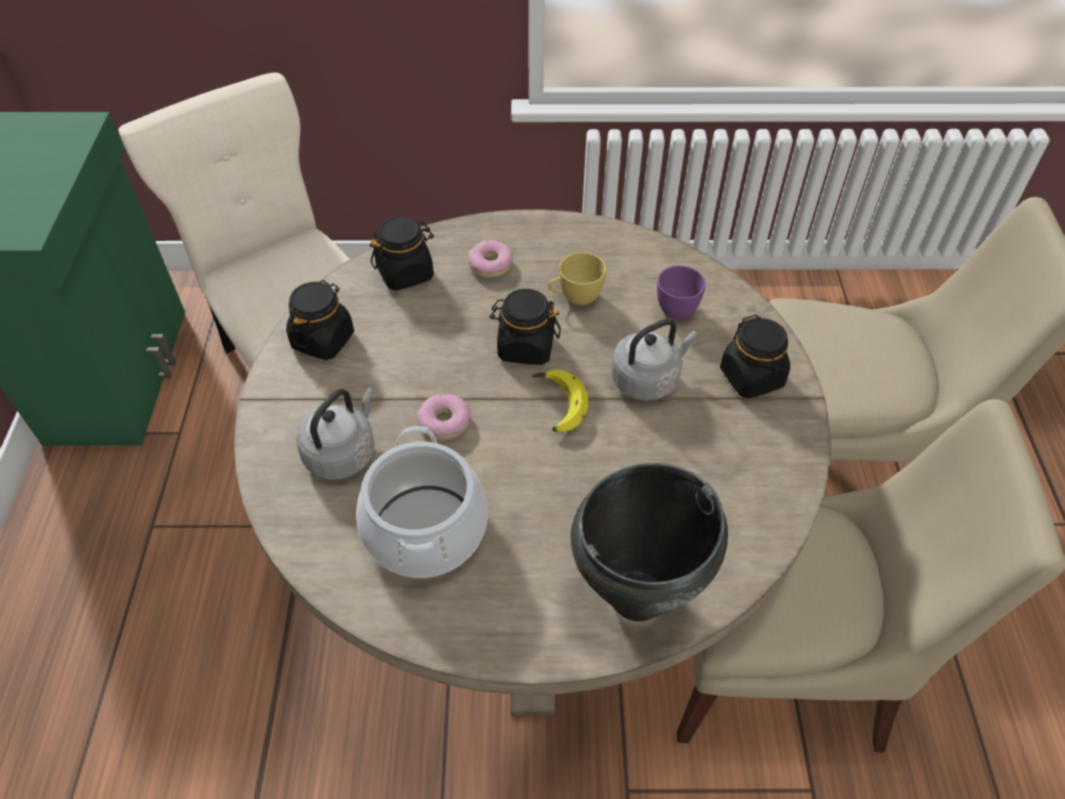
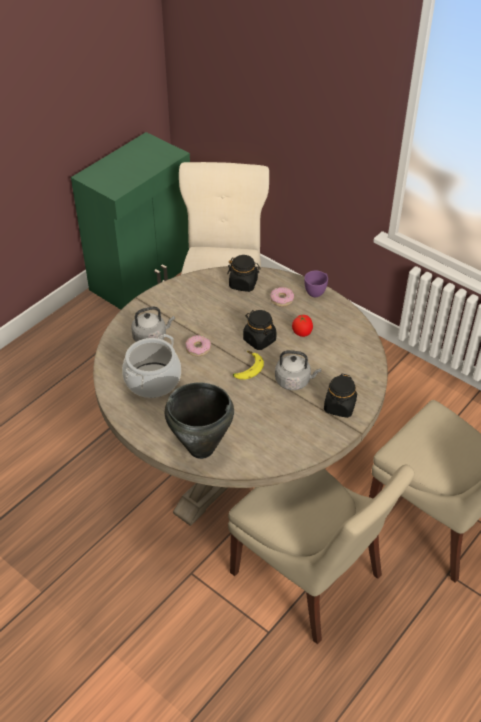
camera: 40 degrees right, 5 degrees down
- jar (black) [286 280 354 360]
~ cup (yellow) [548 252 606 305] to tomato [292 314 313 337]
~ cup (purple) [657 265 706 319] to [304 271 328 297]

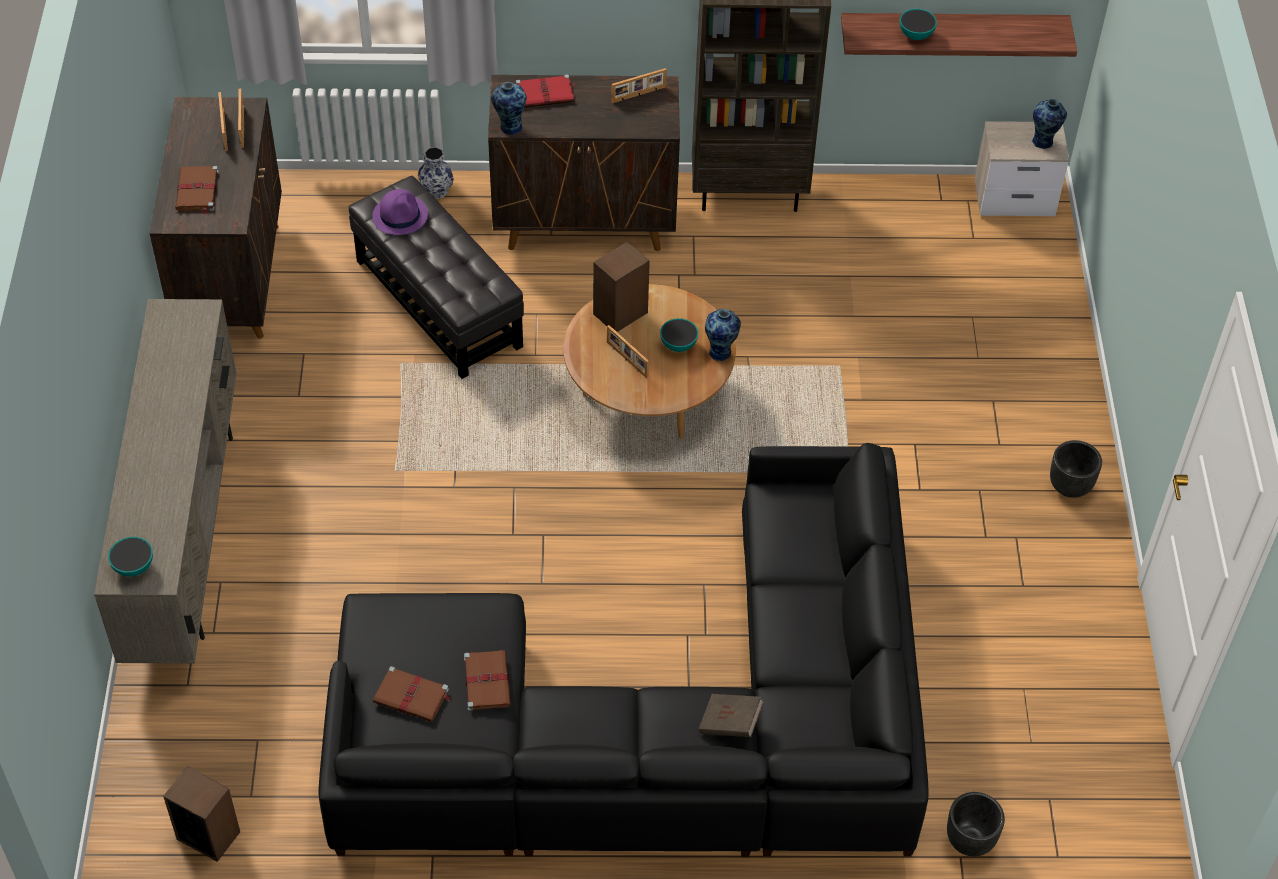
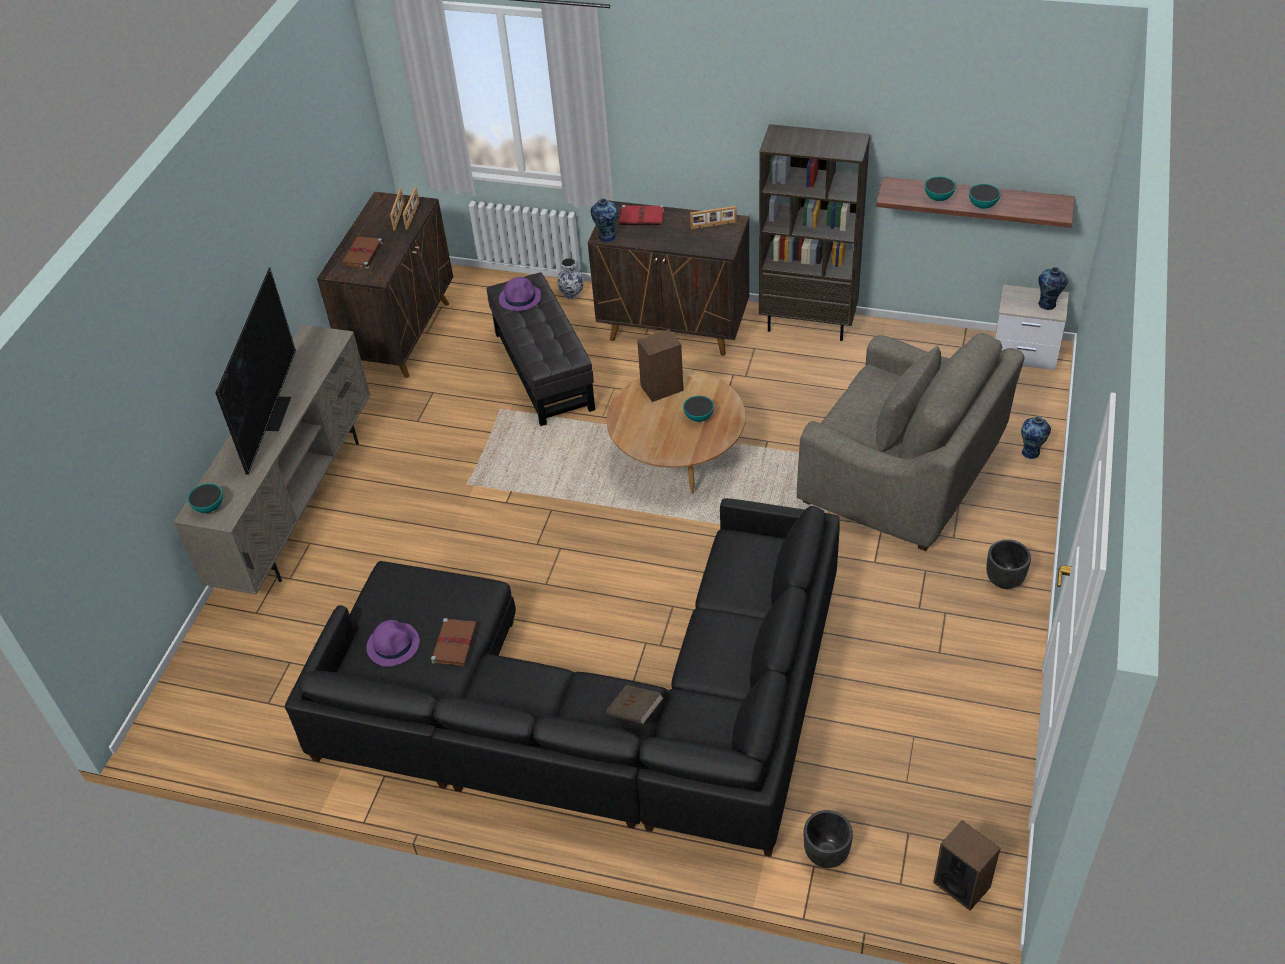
camera: 20 degrees right, 5 degrees down
~ speaker [163 766 240 862] to [933 820 1001 911]
~ book (brown) [373 666 451 722] to hat (purple) [366 620 420 667]
- picture frame [607 325 649 378]
~ vase [705 309 741 362] to [1021 416 1051 459]
+ television [215 268 296 475]
+ armchair (grey) [797 333 1024 551]
+ bowl [969 184 1000 209]

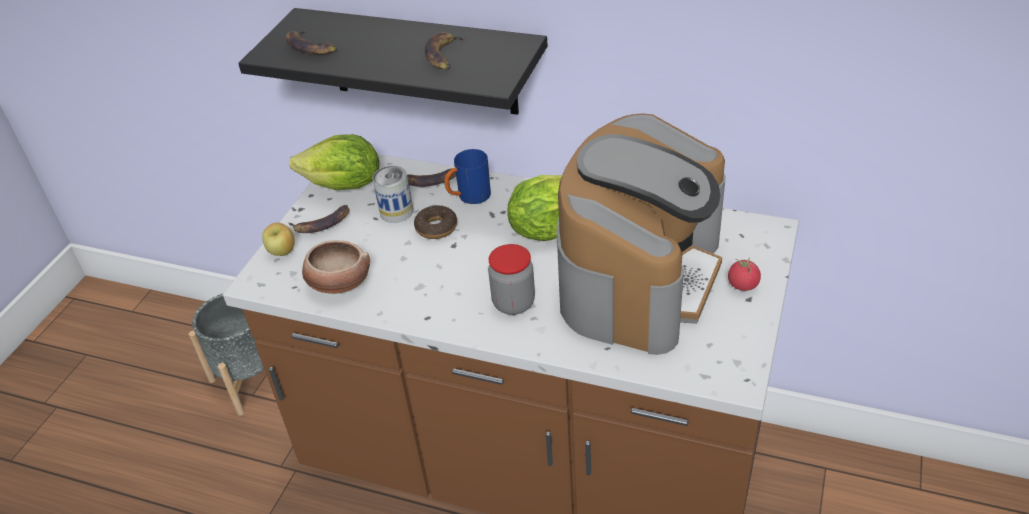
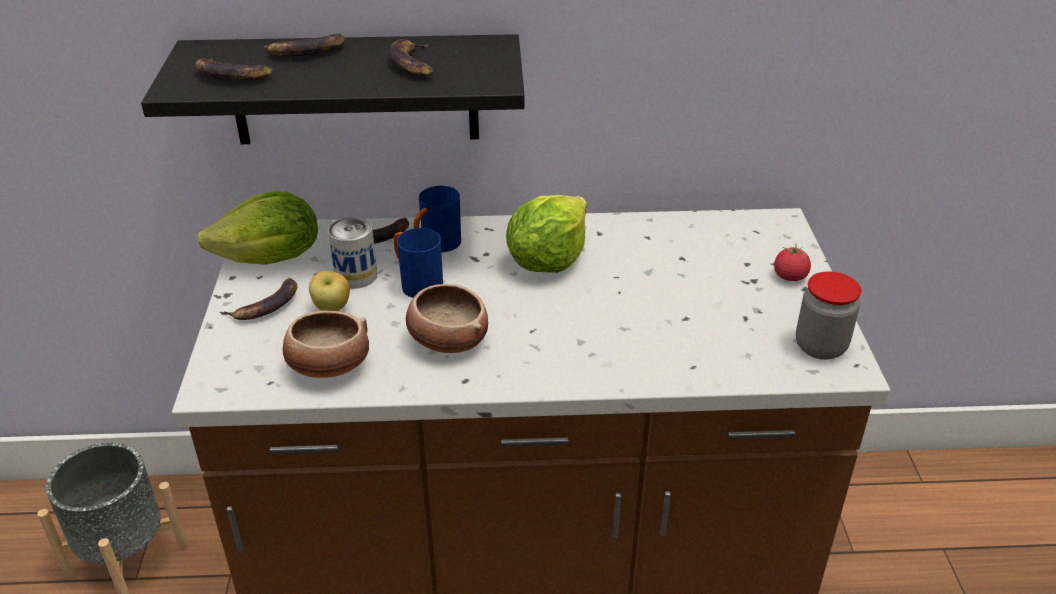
camera: 25 degrees left, 5 degrees down
~ apple [262 223 294 256] to [309 271 350 311]
~ donut [414 205 457 239] to mug (blue) [394 228 443 298]
~ jar [488 244 535 315] to [796 271 861 360]
- coffee machine [557 113 726 355]
+ banana [264 33 345 57]
+ bowl [406 284 488 353]

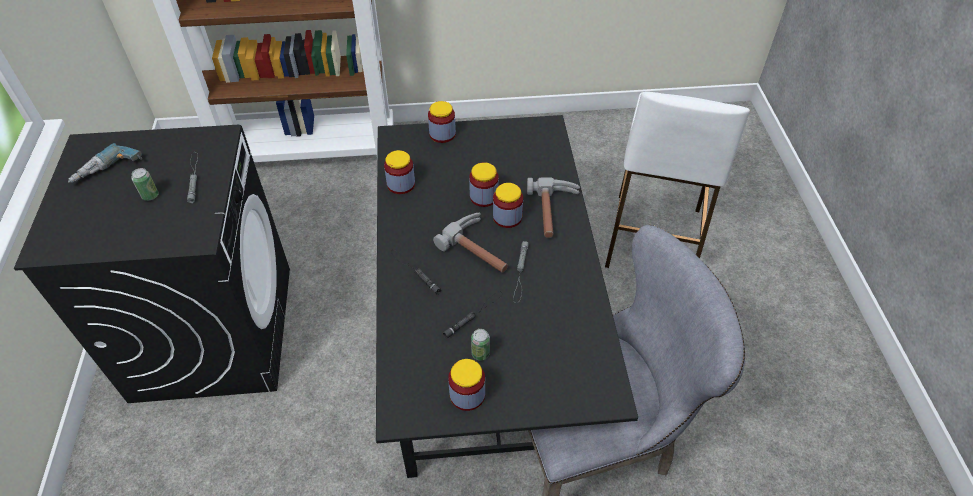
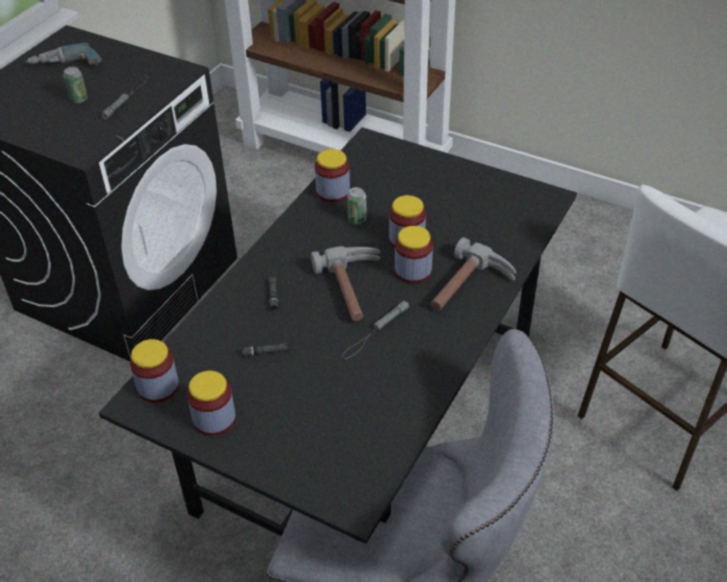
camera: 35 degrees right, 5 degrees down
~ jar [428 101 456 143] to [130 339 179 403]
~ can [471 329 490 361] to [347 187 367 224]

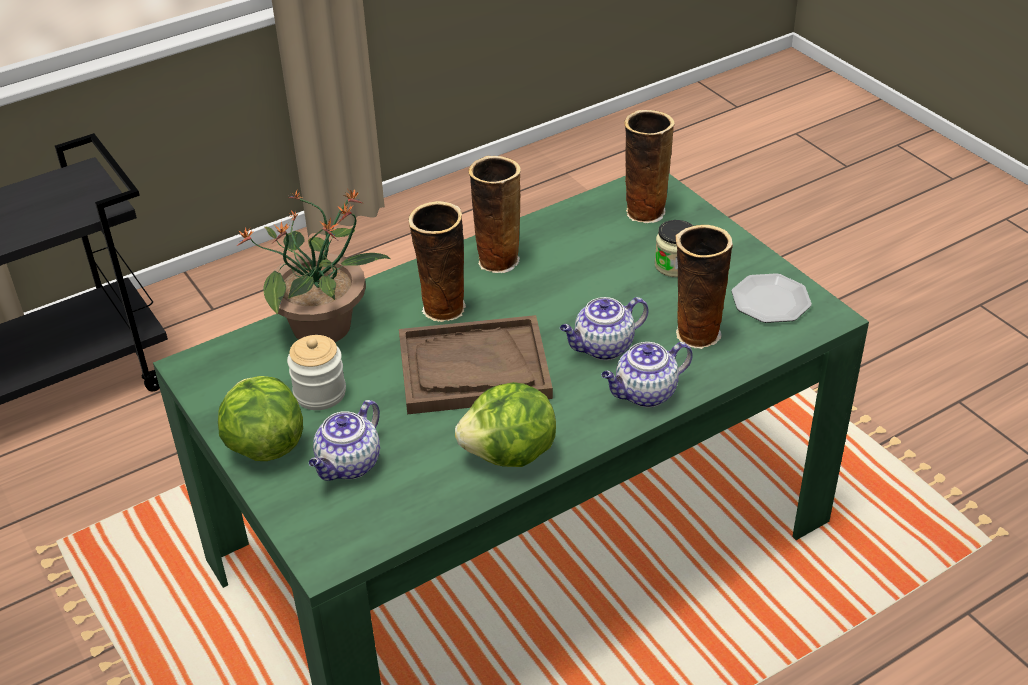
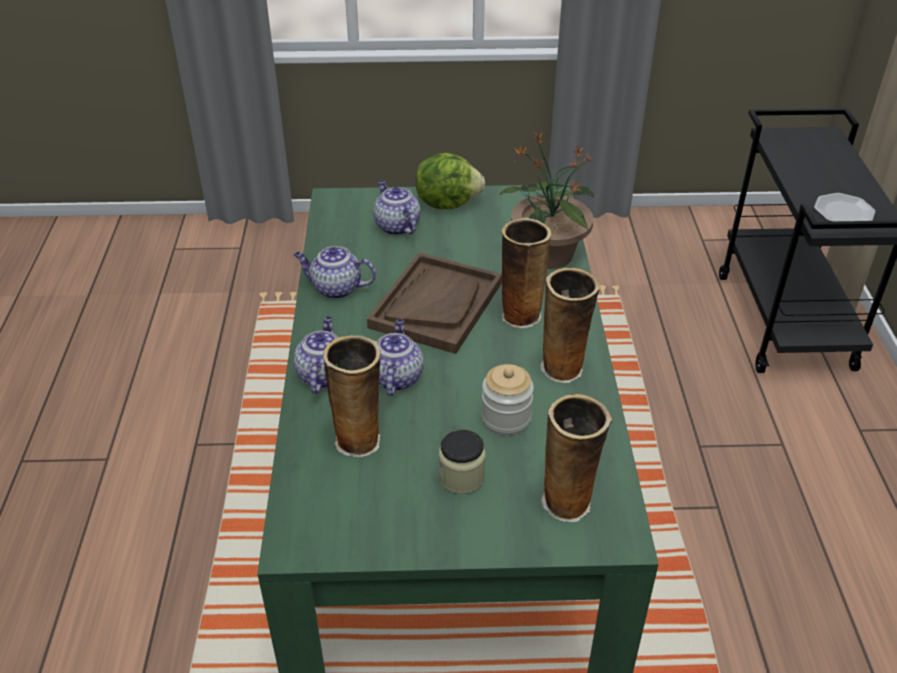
camera: 120 degrees right, 0 degrees up
~ jar [287 335 346 410] to [481 364 534 436]
~ lettuce [455 382 556 467] to teapot [294 246 376 299]
~ plate [732 273 812 323] to [814 193 876 222]

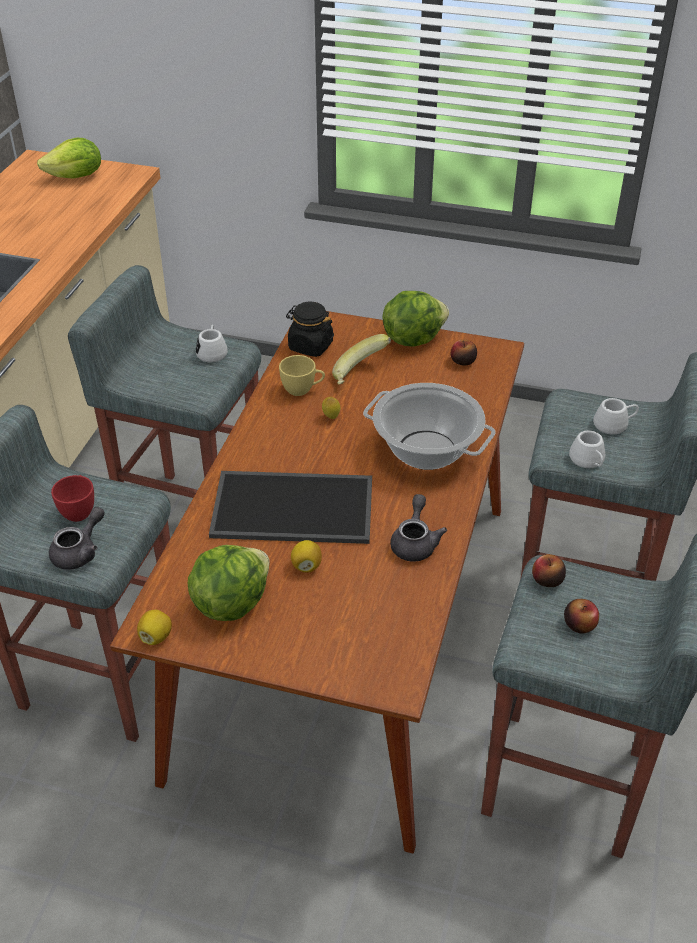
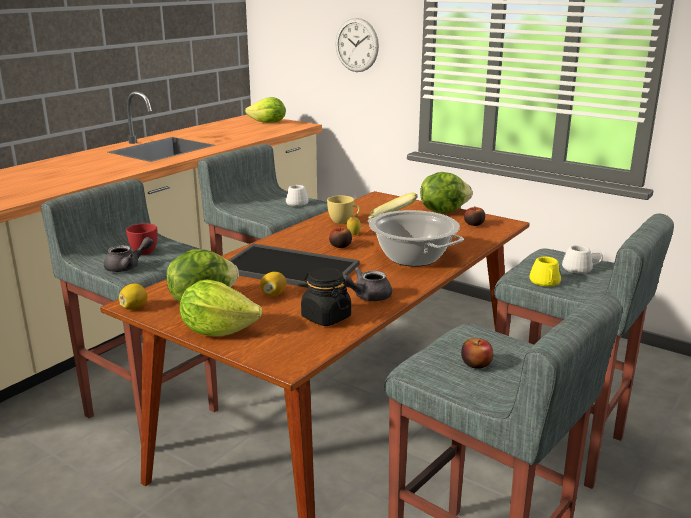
camera: 20 degrees right, 20 degrees down
~ jar (black) [286 302 334 357] to [301 268 351 326]
~ teapot (grey) [390 494 447 562] = [343 267 392 301] 150 degrees counterclockwise
~ apple [532 554 566 587] to [329 227 352 248]
~ mug (white) [569 430 605 468] to mug (yellow) [529 257 561 286]
+ lettuce [180 280 262 336]
+ wall clock [336 18 379 72]

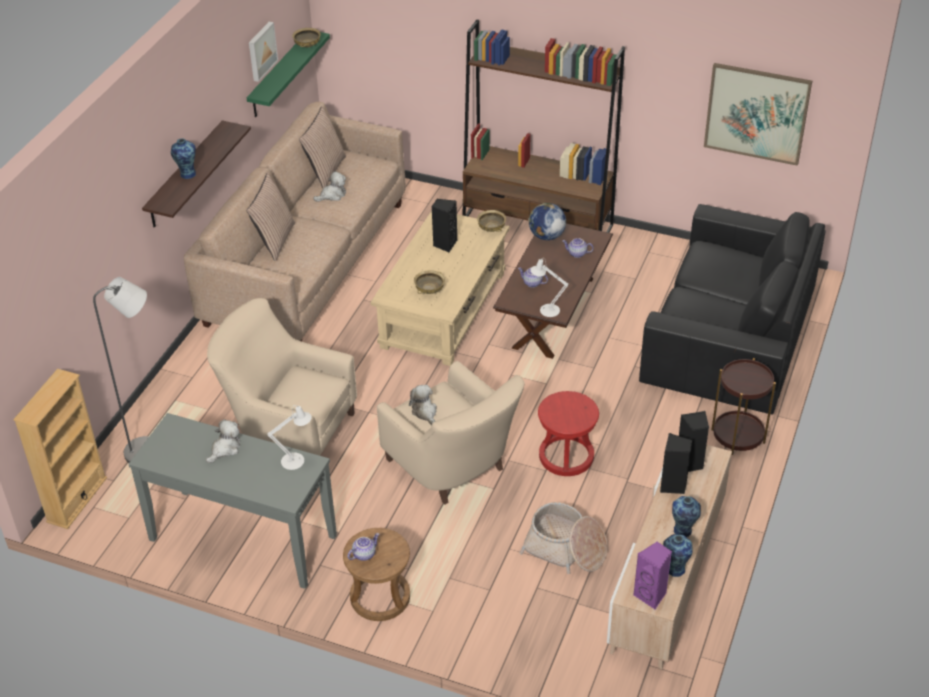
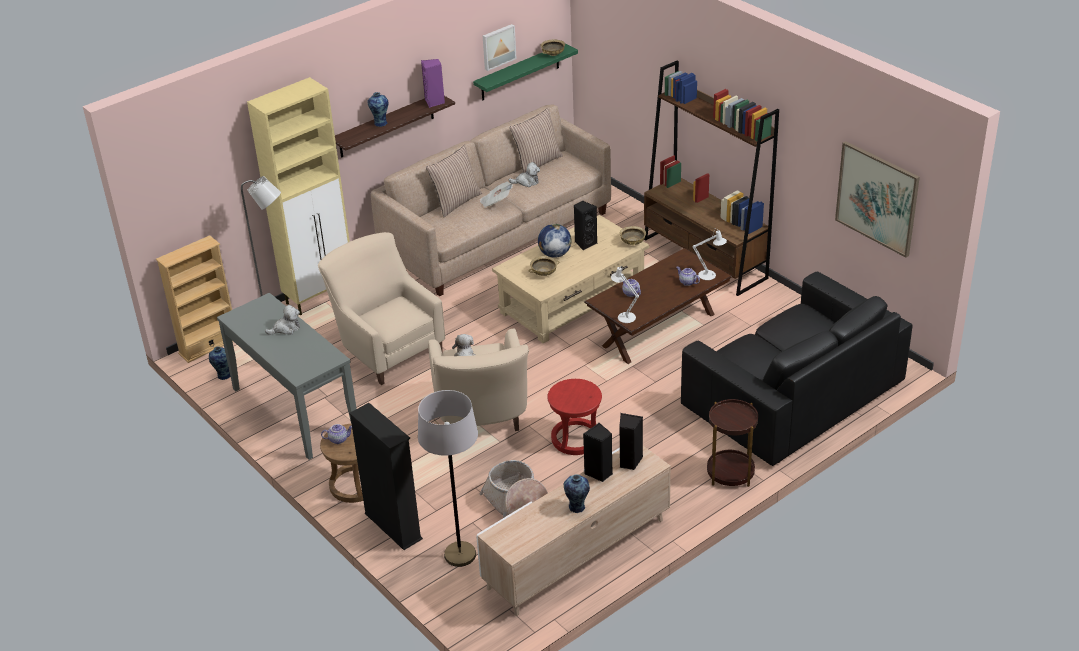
camera: 30 degrees right, 5 degrees down
~ table lamp (white) [267 405 312 470] to [693 228 727 280]
~ globe [528 203 566 240] to [538 224 572 258]
~ speaker (purple) [633 542 672 610] to [421 59 445 108]
~ vase [663 534 692 577] to [209 346 230 380]
+ cabinet (beige) [247 77 350 315]
+ bookcase (black) [349 403 423 550]
+ floor lamp (grey) [418 390 478 567]
+ newspaper [480 181 513 208]

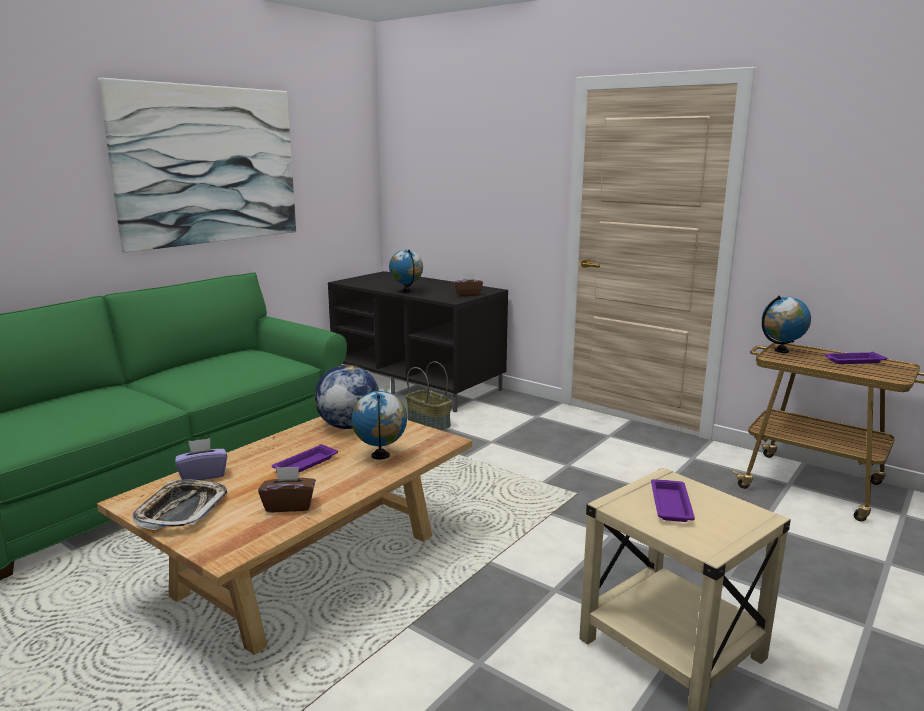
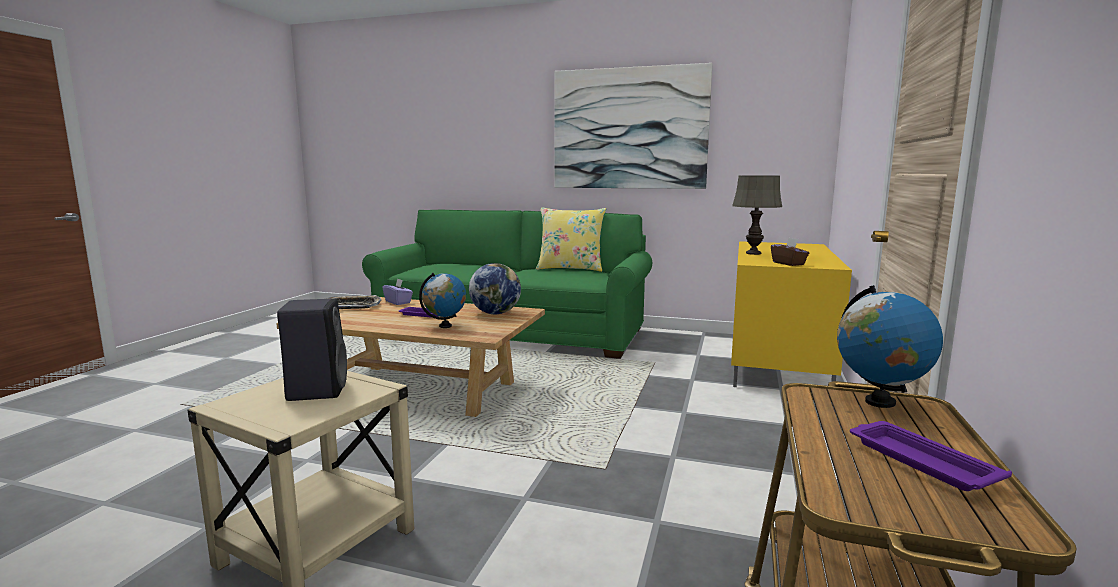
camera: 70 degrees right, 5 degrees down
- tissue box (brown) [258 466 316 513]
~ tv stand (black) [328 271 508 412] to tv stand (yellow) [731 241 852 387]
~ globe [389 250 423 293] to table lamp (grey) [732 175 782 255]
- basket [406 361 452 431]
~ tray (purple) [651 479 695 522] to speaker (black) [277 299 347 401]
+ pillow (yellow) [536 207 606 272]

